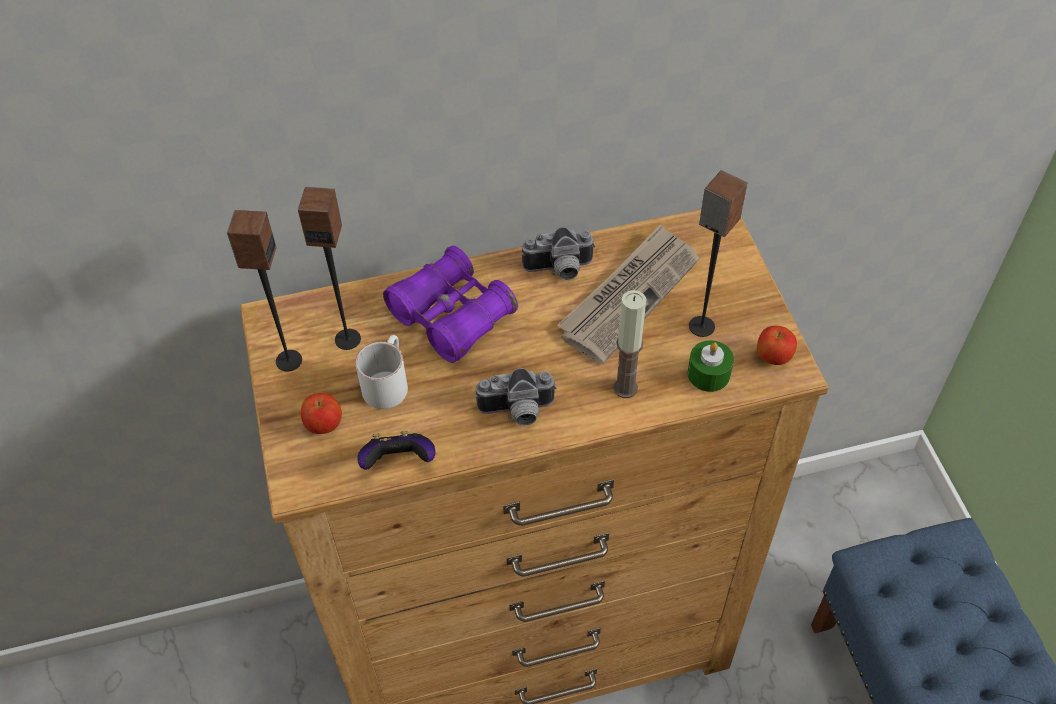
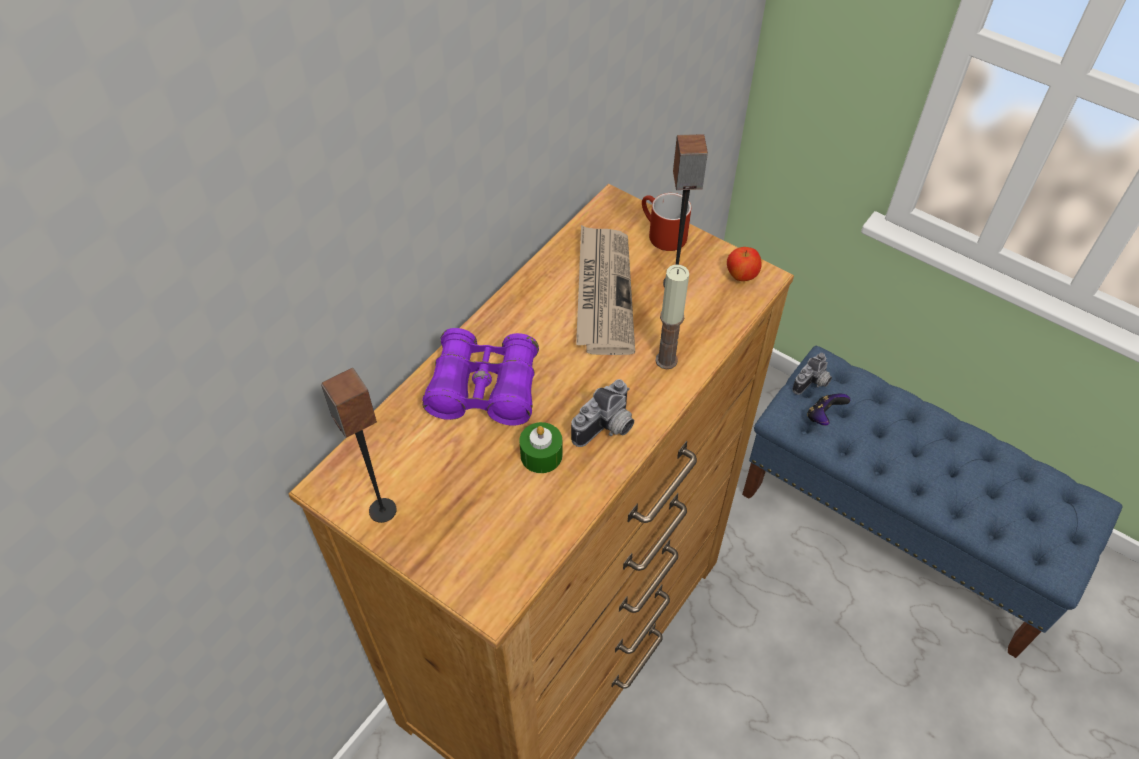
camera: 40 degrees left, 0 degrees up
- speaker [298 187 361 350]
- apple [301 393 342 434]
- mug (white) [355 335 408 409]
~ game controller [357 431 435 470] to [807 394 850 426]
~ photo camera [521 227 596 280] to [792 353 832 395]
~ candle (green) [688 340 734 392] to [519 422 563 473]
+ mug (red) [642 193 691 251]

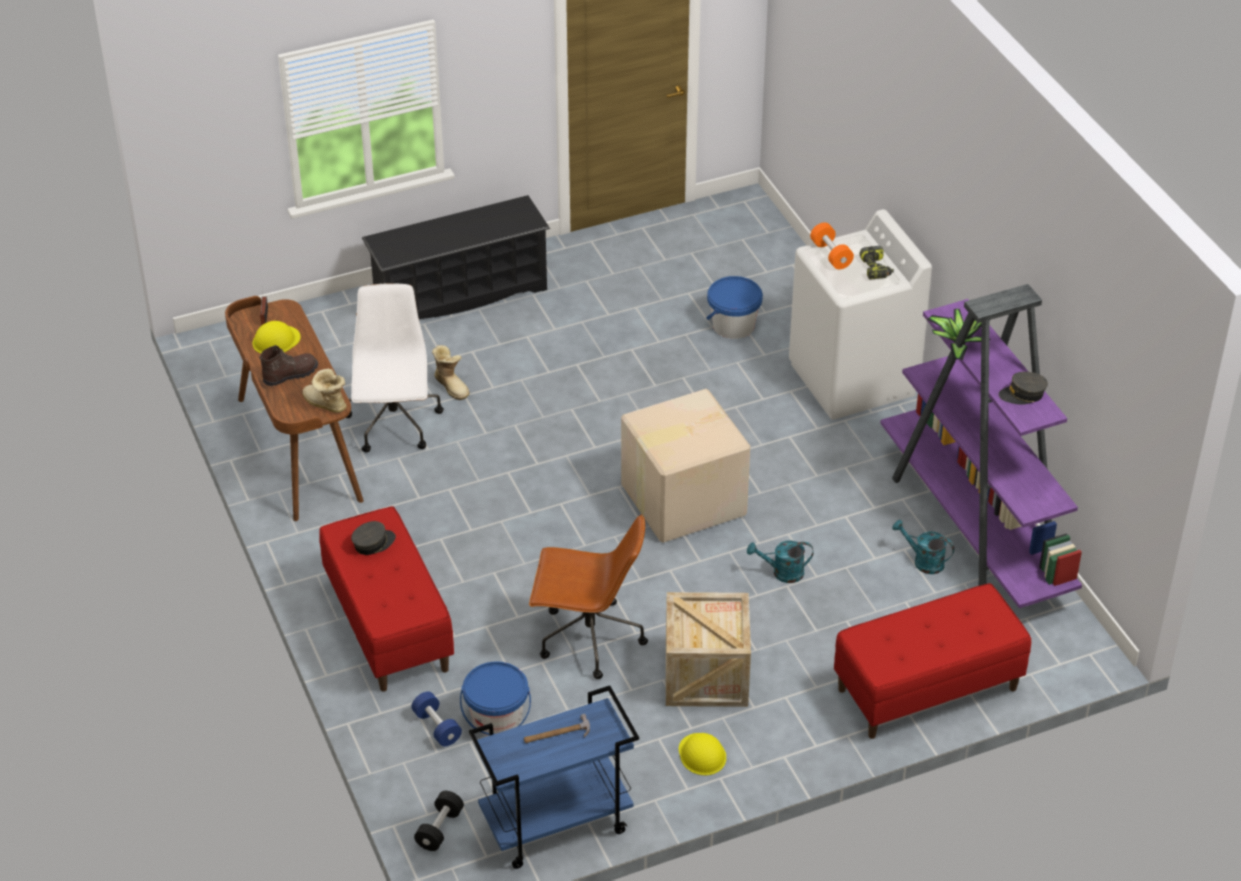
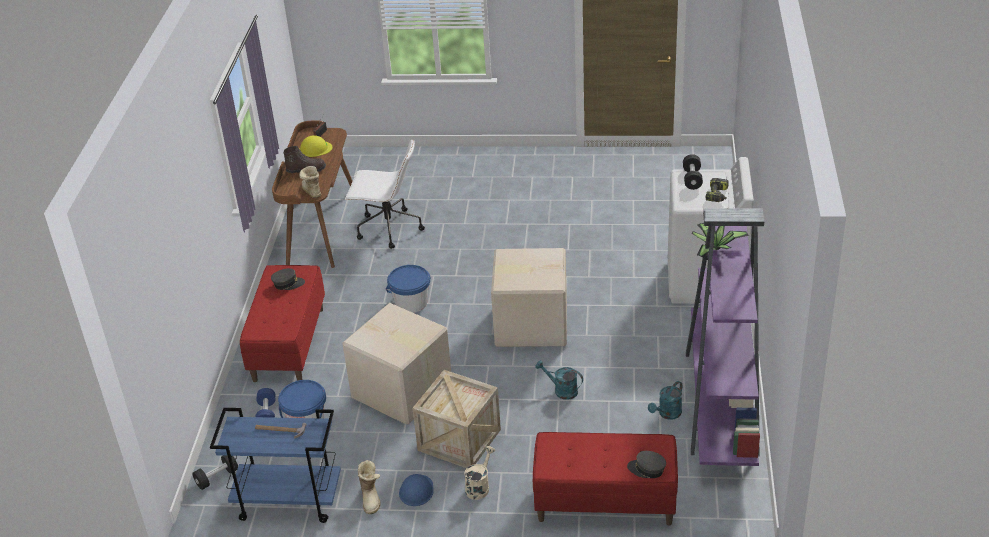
camera: 30 degrees right, 5 degrees down
~ office chair (white) [346 283 444 452] = [345 139 425 249] 75 degrees clockwise
- shoe rack (black) [362 195 550 319]
~ boot [432 345 470 400] to [358 460 381 514]
~ office chair (brown) [529 514 648 679] to cardboard box [342 303 451 425]
~ hard hat (yellow) [679 733 726 775] to hard hat (blue) [399 474 434 506]
~ bucket (blue) [706 276 763 339] to [386 265 430 313]
~ dumbbell (orange) [810 222 854 269] to dumbbell (black) [683 154 703 190]
~ watering can (turquoise) [892 520 954 574] = [648 381 682 420] 105 degrees counterclockwise
~ cap (grey) [999 372 1048 405] to [627 451 666 478]
+ watering can (beige) [464 446 495 500]

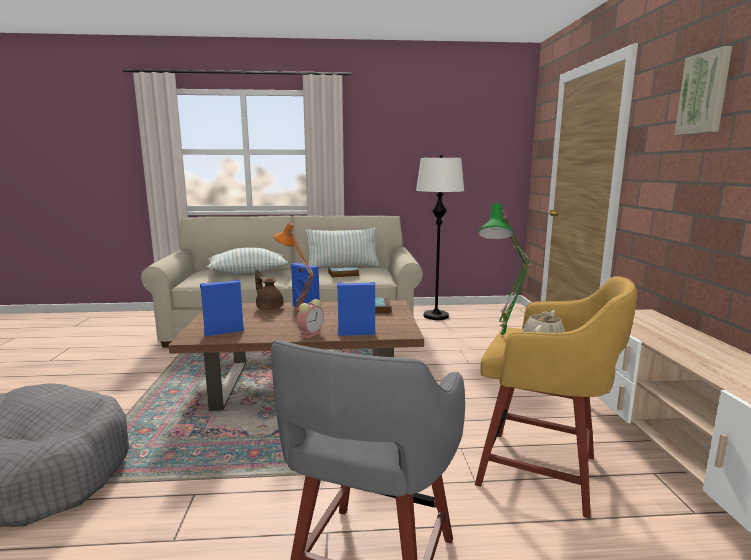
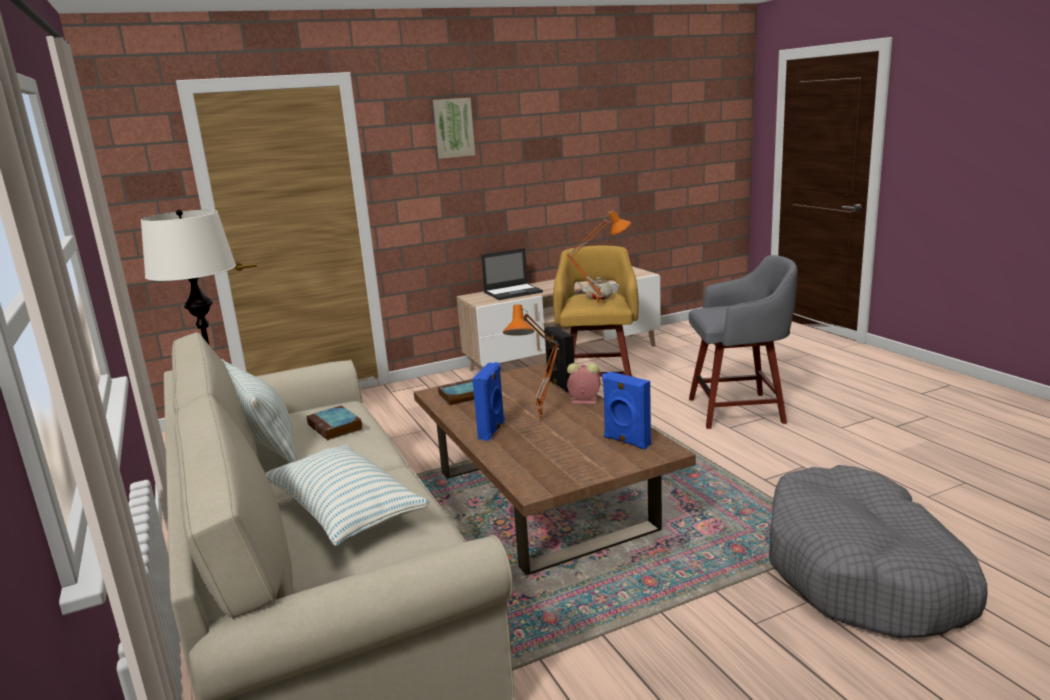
camera: 110 degrees left, 5 degrees up
- teapot (brown) [255 270 284 310]
~ speaker (blue) [337 282 375 336] to speaker (black) [544 326 574 392]
~ table lamp (green) [478 203 530 338] to table lamp (orange) [566 210 631 306]
+ laptop [481 248 543 300]

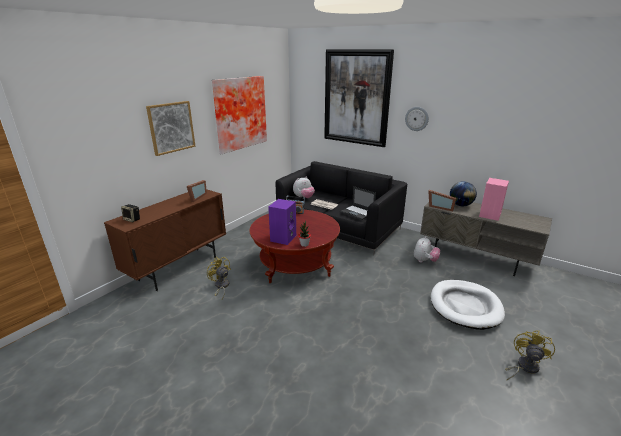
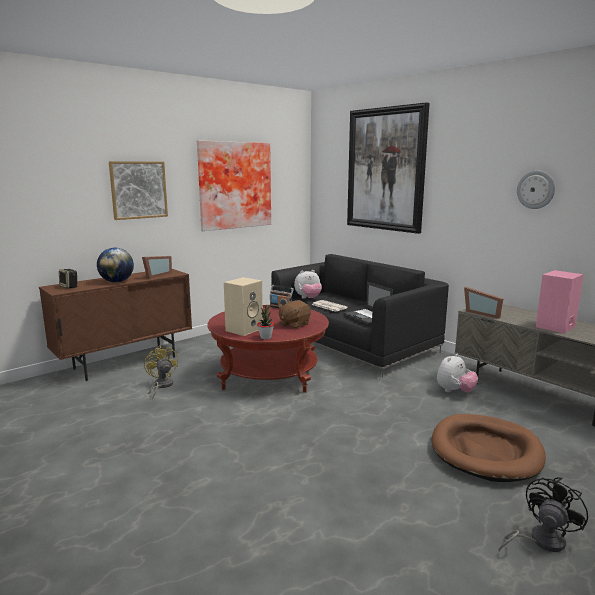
camera: 15 degrees right, 10 degrees down
~ speaker (purple) [268 199 296 245] to speaker (beige) [224 277 263 336]
~ wall clock [405 107 429 131] to [517 170 555 209]
~ dog bed (white) [431 280 505 330] to dog bed (brown) [432 414 546 482]
~ globe [450 181 477 206] to [97 248 134 283]
~ fan (yellow) [505 331 555 380] to fan (black) [498 477 588 552]
+ plush toy (brown) [278 300 311 329]

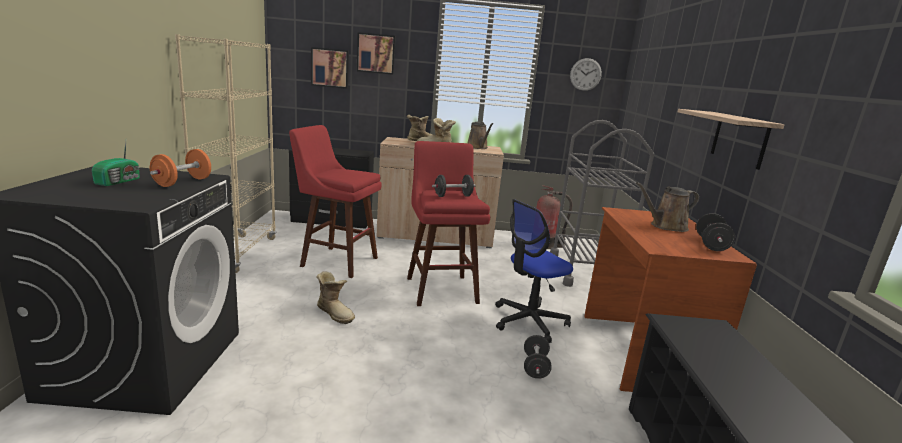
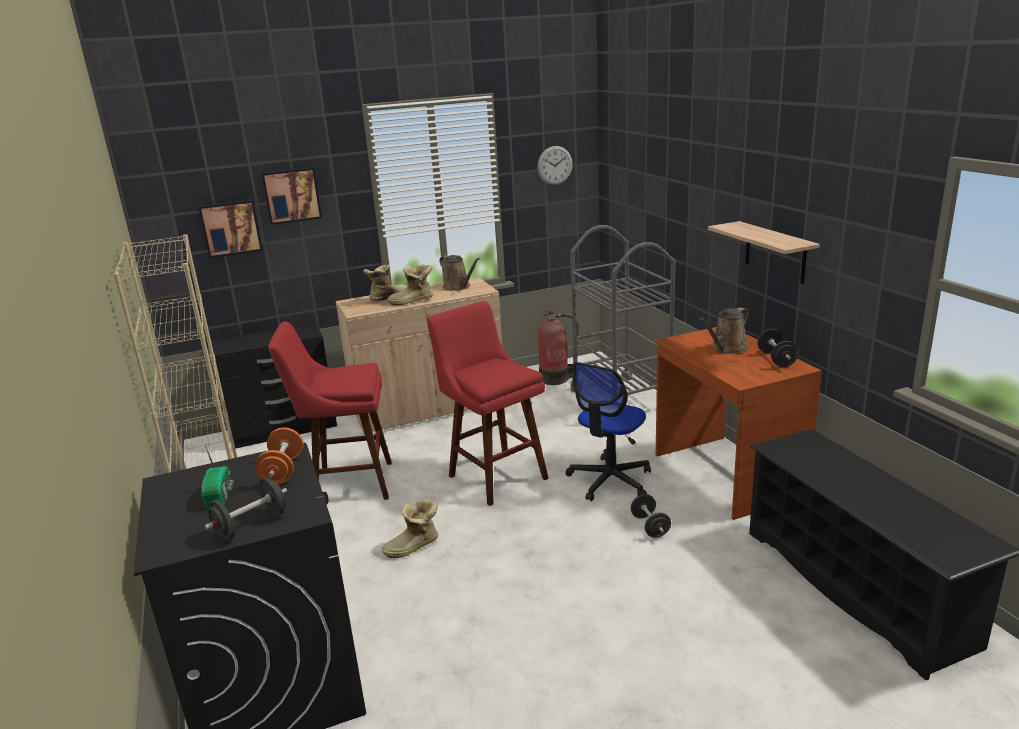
camera: 20 degrees left, 5 degrees up
~ boot [316 271 355 324] = [382 499 438 558] 135 degrees clockwise
~ dumbbell (black) [432 175 476 197] to [205 477 287 540]

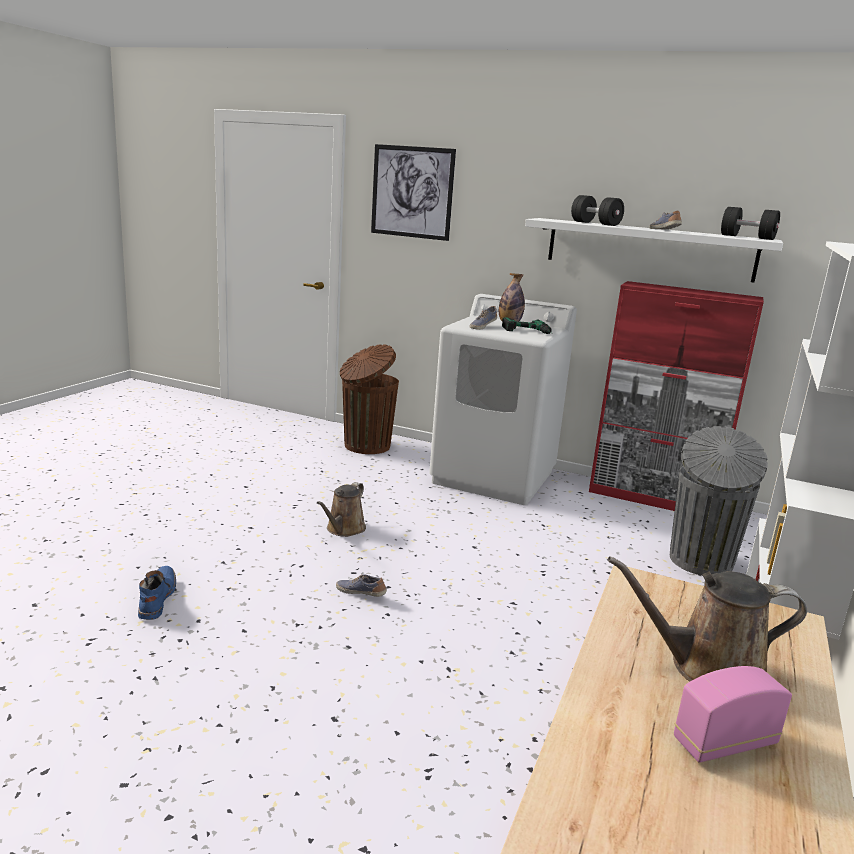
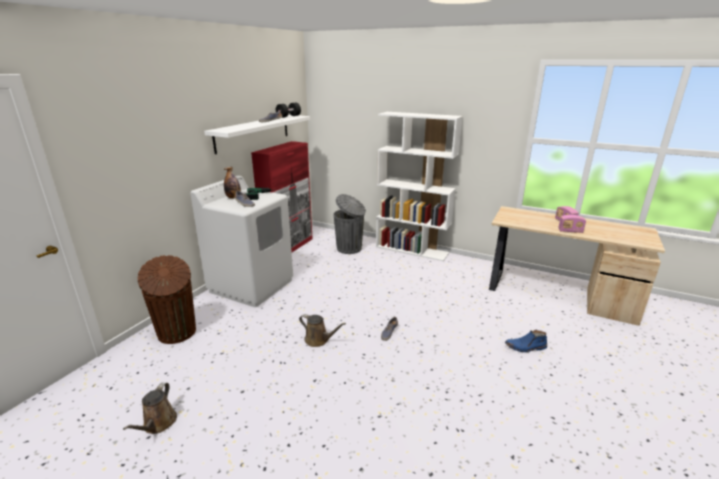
camera: 85 degrees left, 5 degrees up
~ boot (blue) [138 566 176 620] to [505 330 547 352]
- picture [371 144 456 241]
- dumbbell (black) [571 195 624 226]
~ watering can (brown) [608 556 807 682] to [123 383 177 434]
+ radio [558 215 586 233]

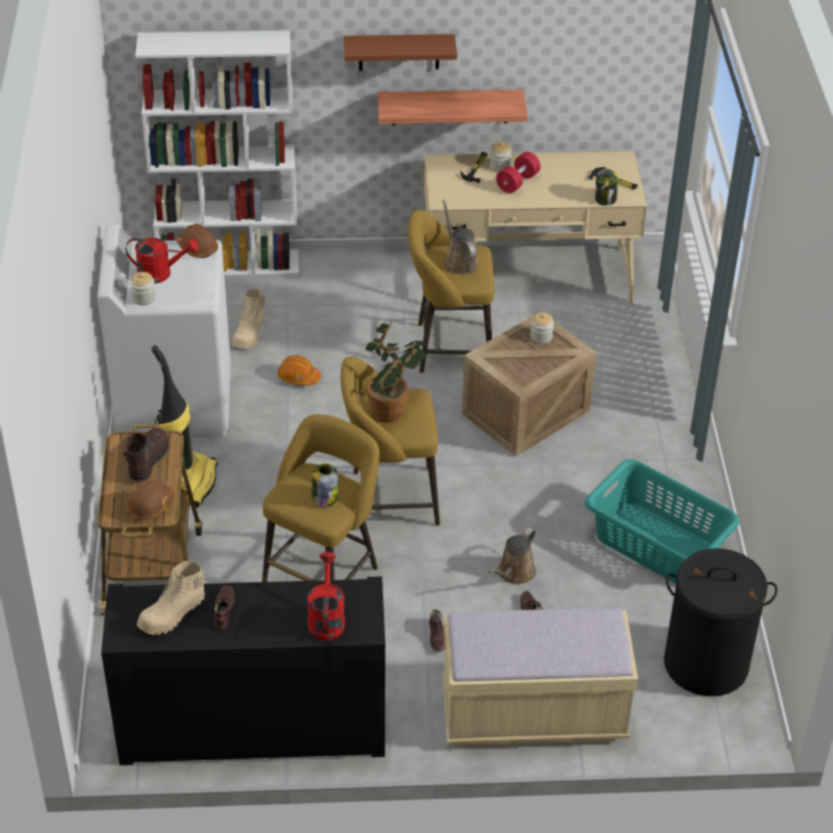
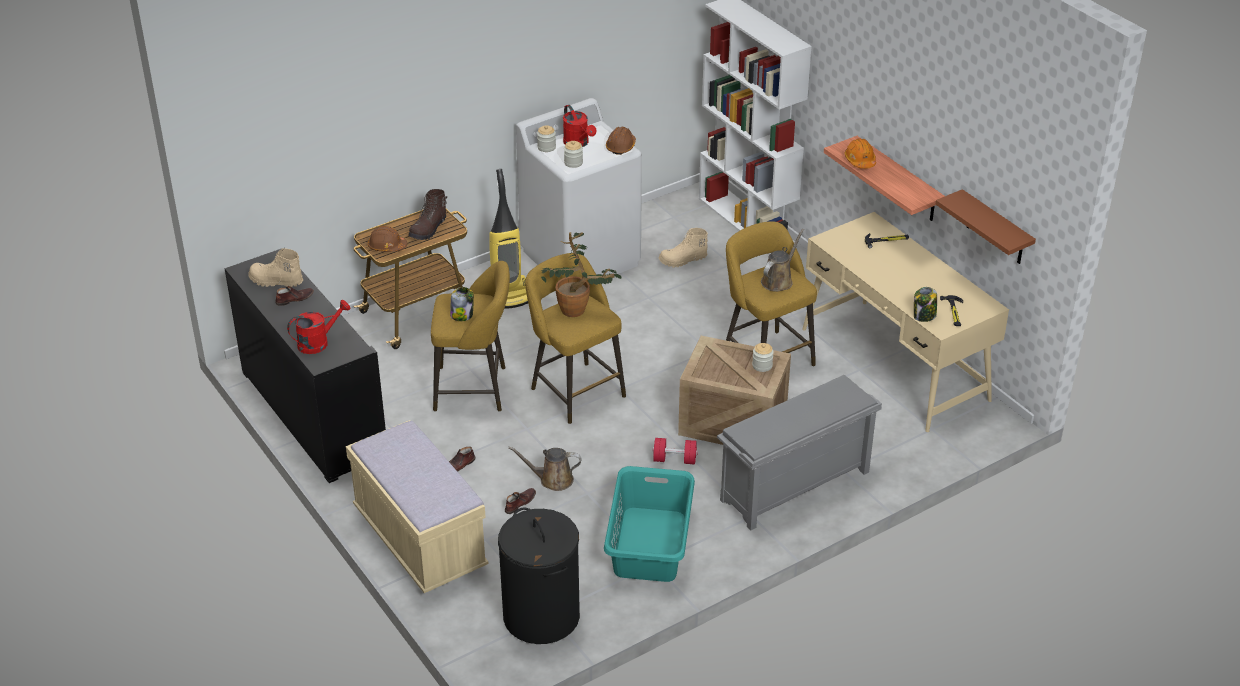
camera: 60 degrees right, 5 degrees down
~ boot (brown) [123 428 169 481] = [408 189 447 240] 135 degrees clockwise
~ hard hat (orange) [278 355 321 386] to [845 138 876 169]
~ shelf (brown) [344 34 457 71] to [935 189 1036 264]
~ jar [490 142 512 172] to [564 141 583 168]
~ dumbbell (red) [496 152 541 193] to [653 438 698 464]
+ shoe rack (grey) [717 375 882 530]

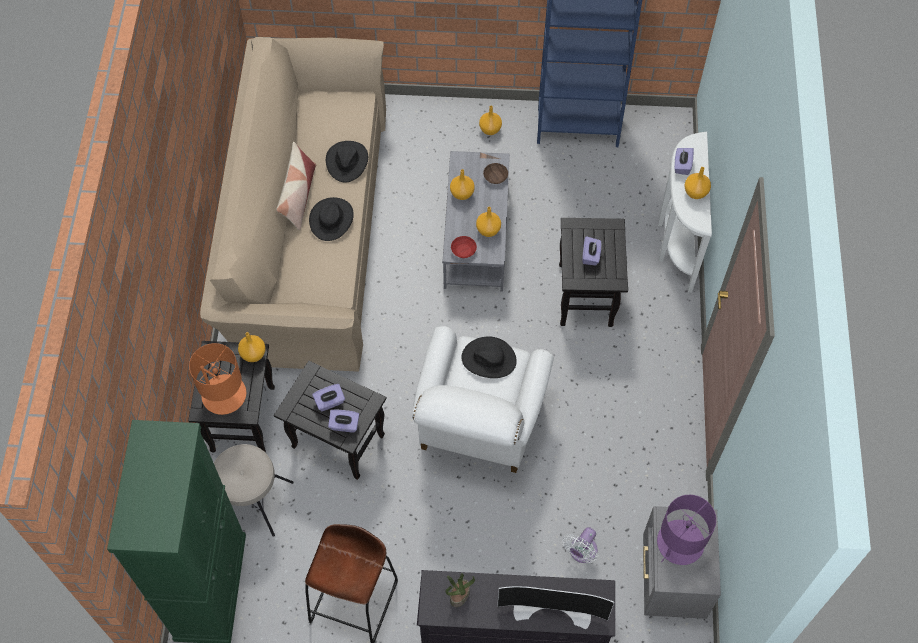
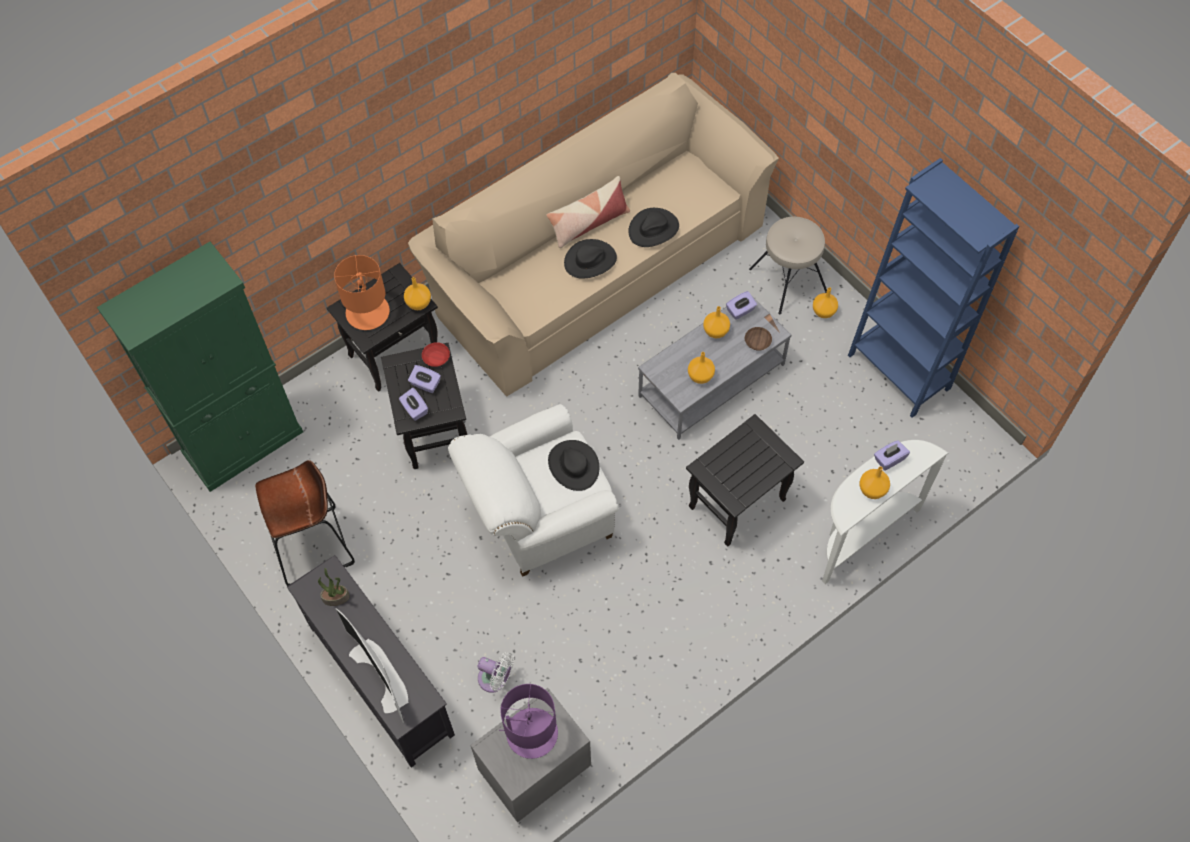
camera: 50 degrees right, 0 degrees up
~ stool (beige) [214 444 294 536] to [749 217 827 315]
~ bowl (red) [451 236 477 258] to [422 342 450 367]
~ fan (white) [562 527 598 563] = [478 652 514 693] 150 degrees counterclockwise
~ tissue box (purple) [583 236 601 266] to [726 291 757 320]

